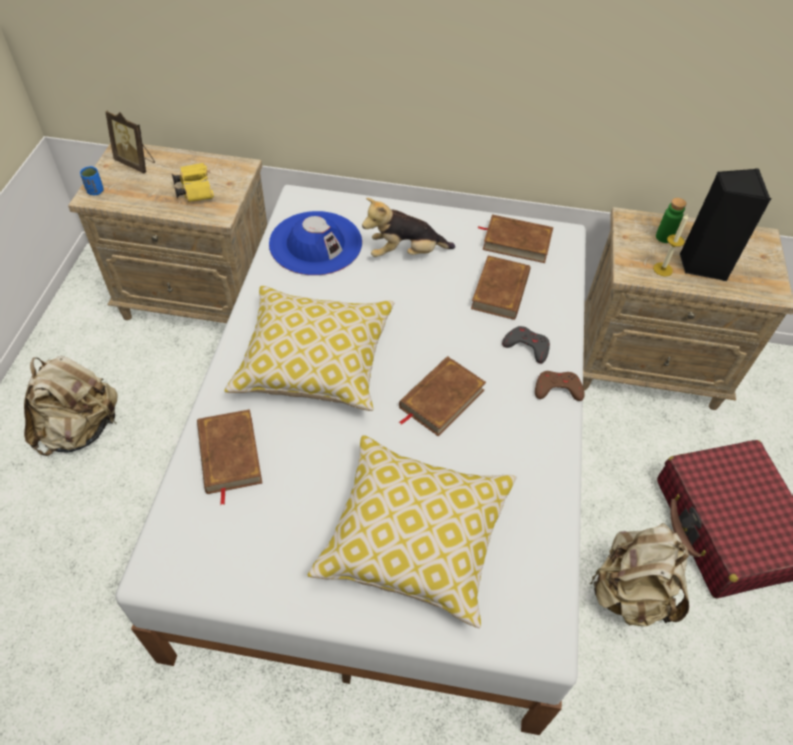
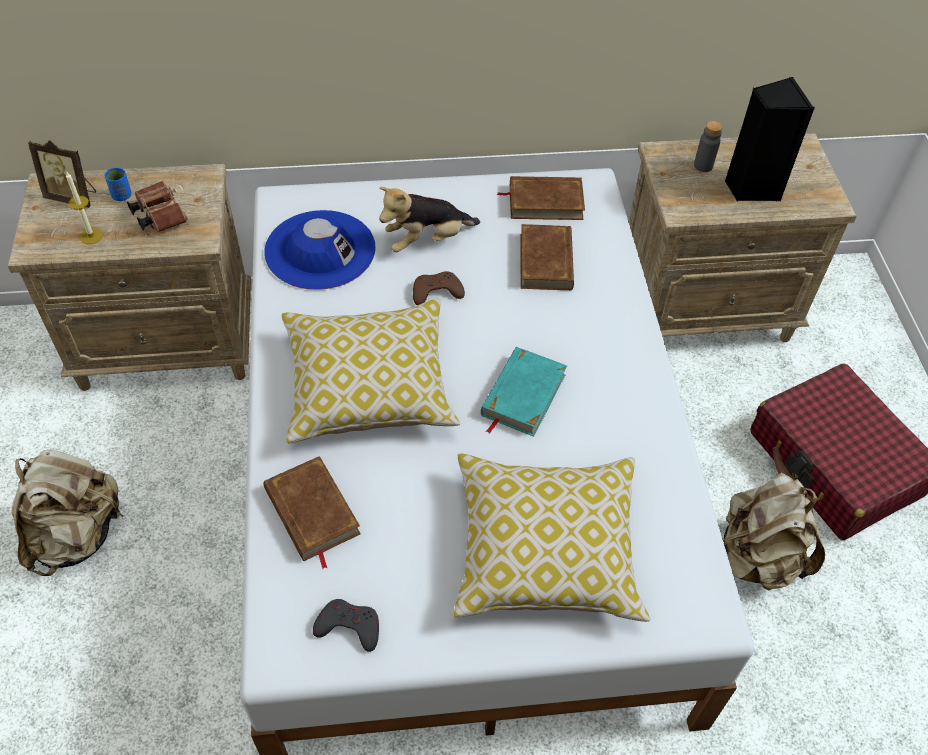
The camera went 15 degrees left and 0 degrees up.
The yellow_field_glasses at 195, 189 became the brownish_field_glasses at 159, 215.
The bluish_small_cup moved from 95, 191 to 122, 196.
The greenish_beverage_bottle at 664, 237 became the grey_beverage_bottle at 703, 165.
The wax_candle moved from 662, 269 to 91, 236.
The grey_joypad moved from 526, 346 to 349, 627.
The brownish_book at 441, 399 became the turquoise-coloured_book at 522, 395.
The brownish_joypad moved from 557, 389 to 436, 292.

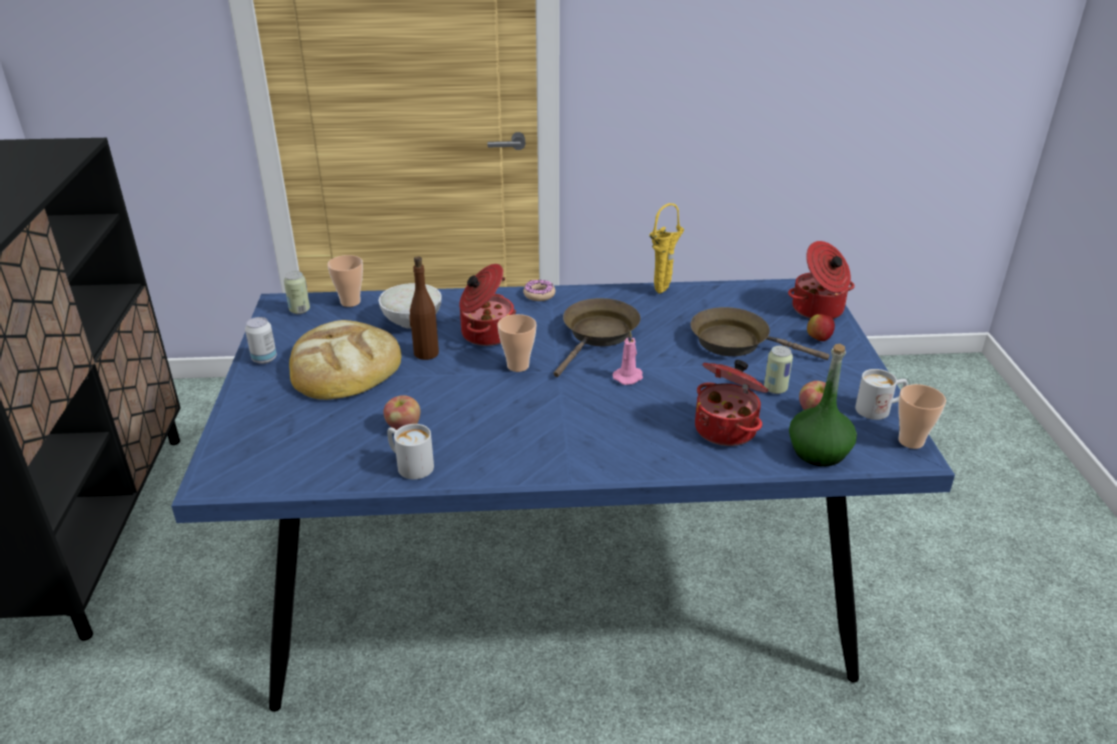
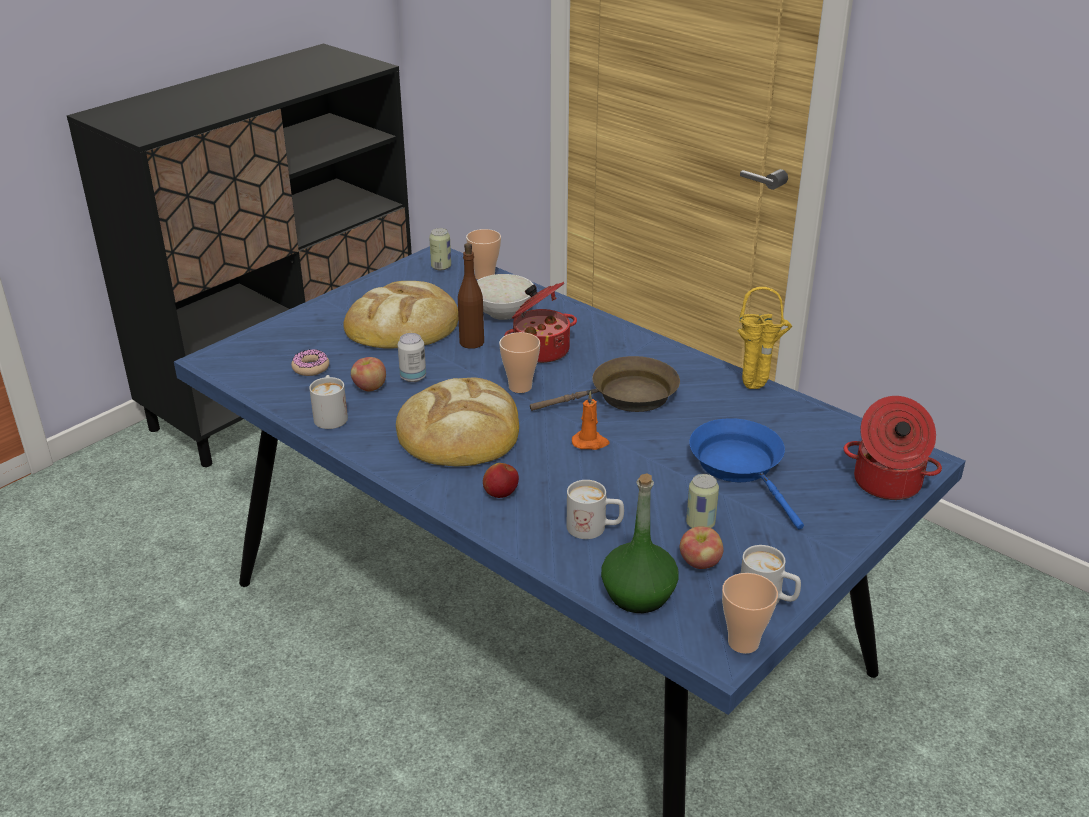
The camera went 45 degrees right and 0 degrees up.
The doughnut moved from 539, 295 to 311, 368.
The brownish_skillet at 736, 342 became the bluish_skillet at 740, 466.
The apple_fruit moved from 818, 339 to 501, 494.
The can moved from 264, 359 to 413, 377.
The pinkish_wax_candle at 629, 377 became the orangey_wax_candle at 590, 442.
The stockpot at 727, 429 was replaced by the whitish_coffee_mug at 594, 528.
The bread at 460, 430 appeared.

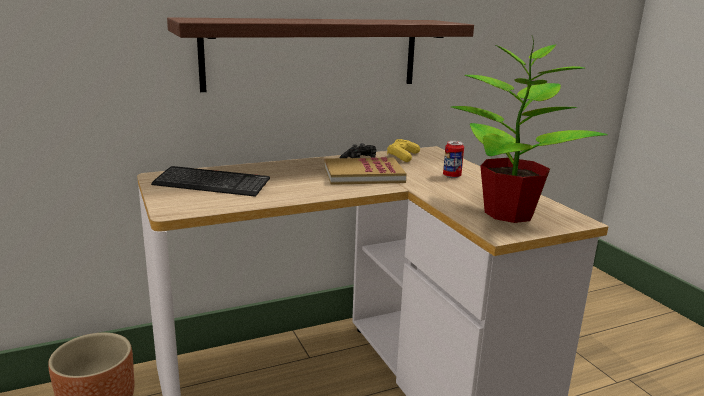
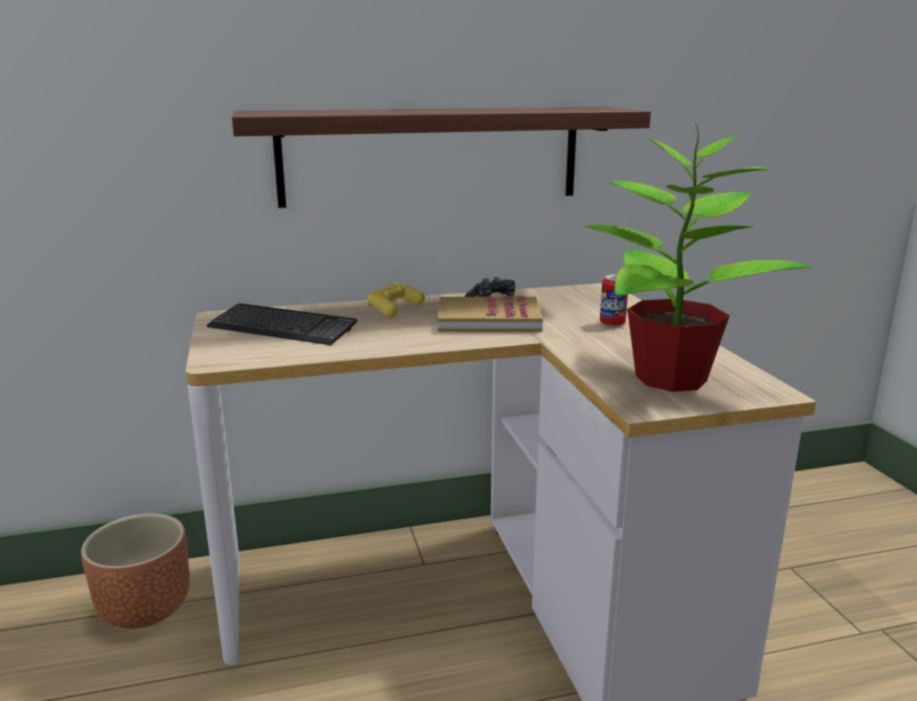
The camera went 10 degrees right and 0 degrees up.
The yellow_joypad moved from 402, 156 to 394, 309.

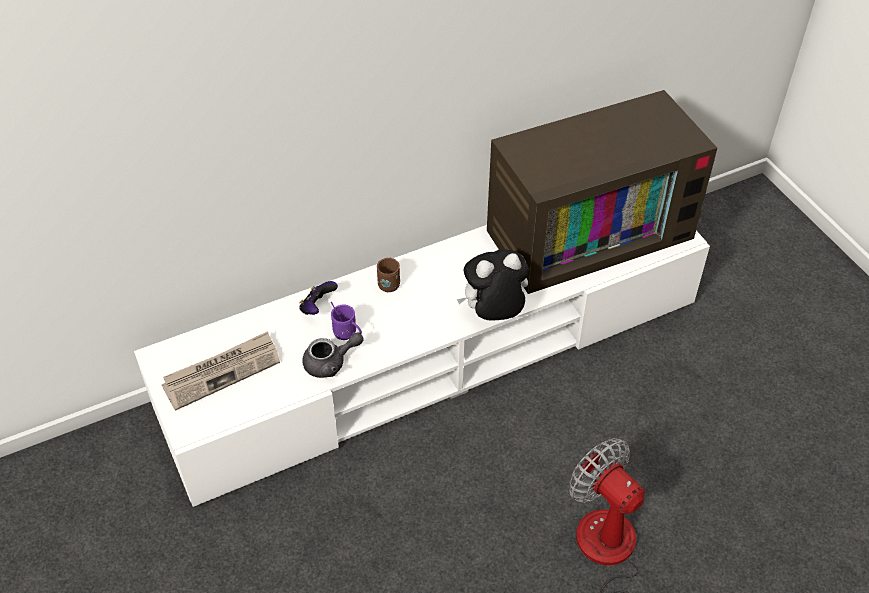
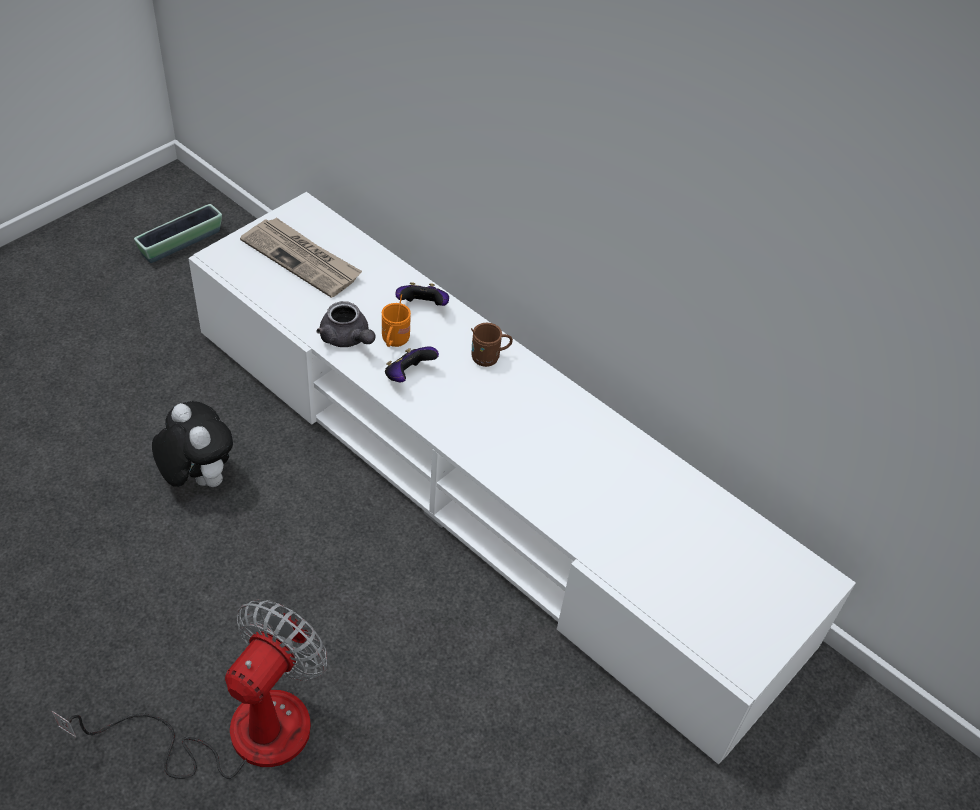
The camera went 65 degrees right and 0 degrees up.
The TV at 588, 229 disappeared.
The plush_toy moved from 493, 314 to 197, 478.
The purple-coloured_coffee_mug at 347, 335 became the orangey_coffee_mug at 394, 342.
The flower_pot at 181, 243 appeared.
The joypad at 408, 376 appeared.

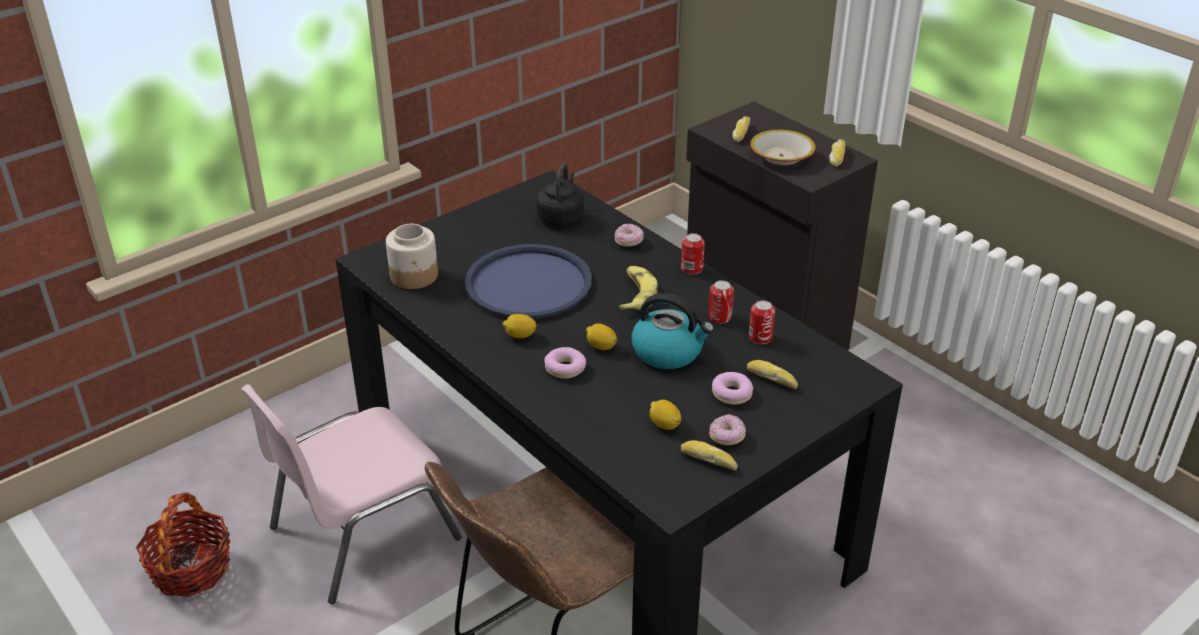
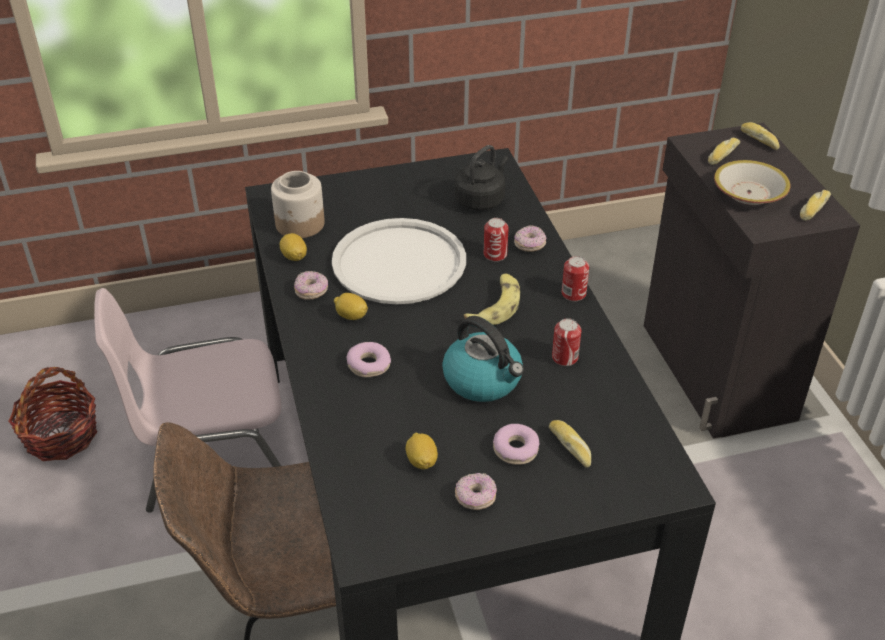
The camera went 25 degrees right and 5 degrees up.
The bluish_serving_tray at 528, 283 became the whitish_serving_tray at 399, 263.
The can moved from 760, 337 to 495, 254.
The citrus_fruit moved from 601, 346 to 294, 257.
The bread moved from 709, 460 to 760, 140.
The doughnut at 311, 291 appeared.

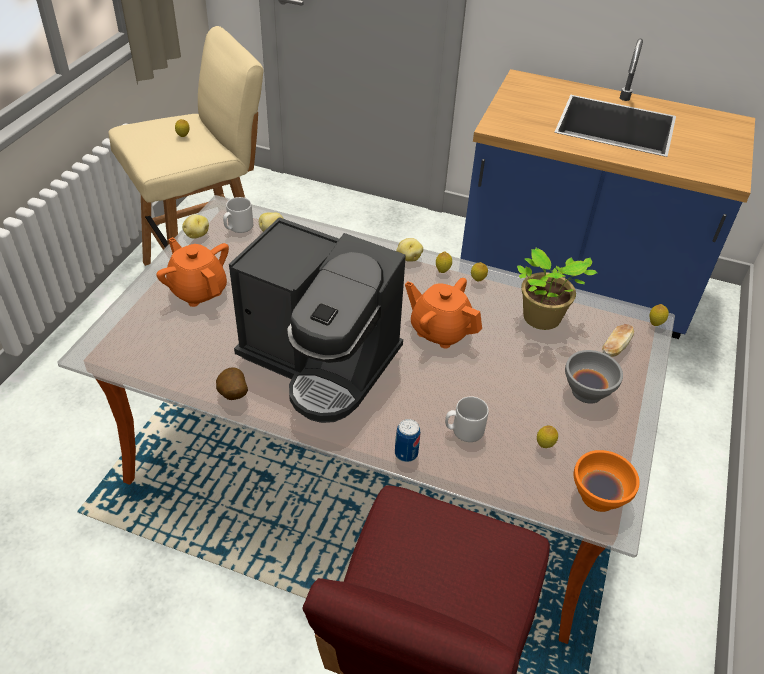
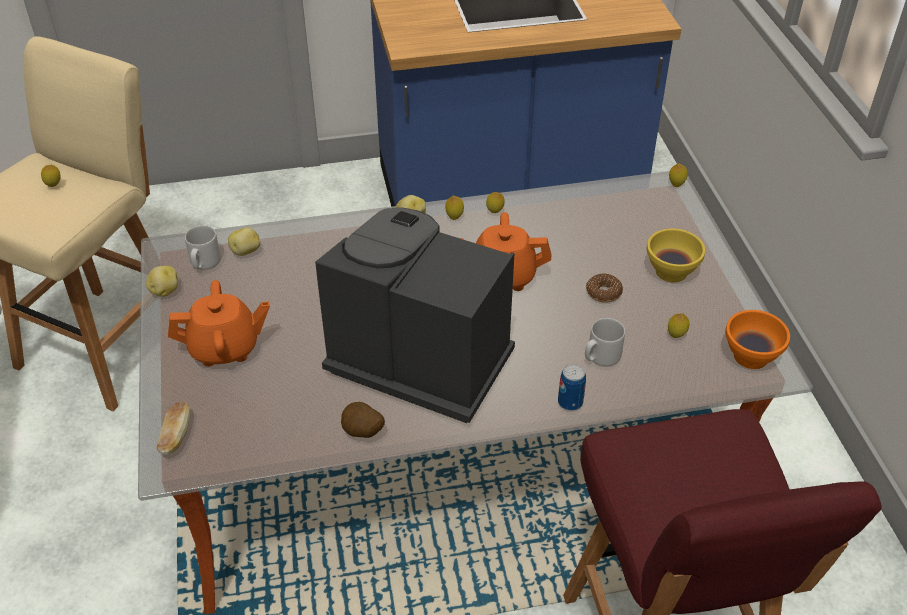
The camera went 30 degrees left and 0 degrees up.
The coffee_brewer at 320, 361 turned 150 degrees counterclockwise.
The orangey_pot_for_tea at 198, 290 turned 150 degrees clockwise.
The potted_plant at 541, 320 disappeared.
The bread moved from 615, 347 to 175, 436.
The grey_deep_dish at 587, 391 became the yellow_deep_dish at 671, 271.
The doughnut at 603, 292 appeared.

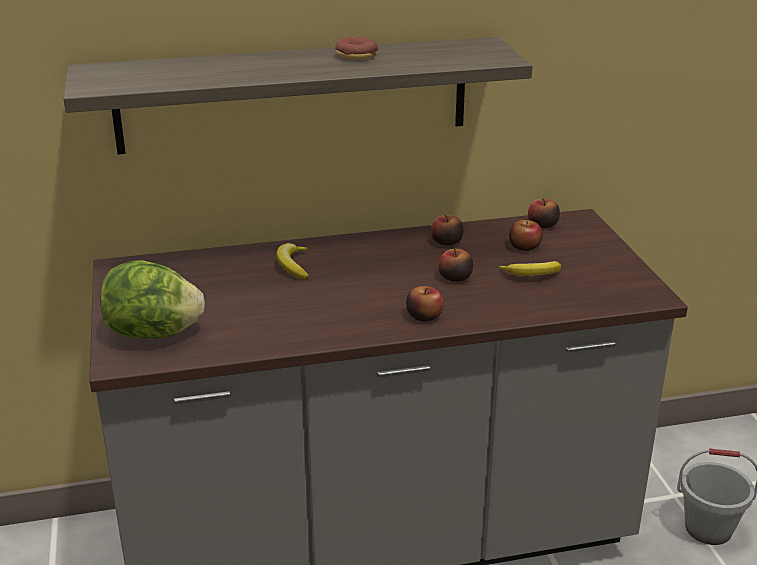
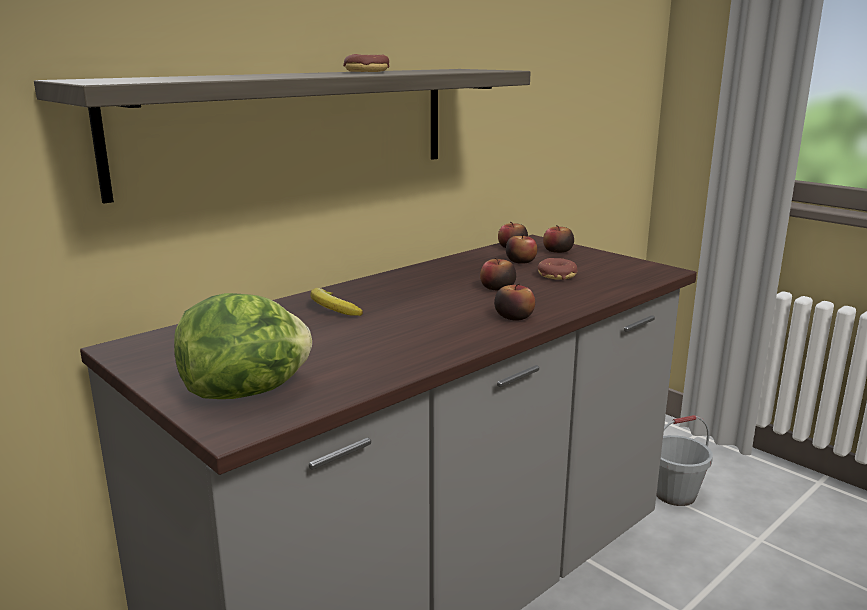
The camera went 30 degrees left and 10 degrees down.
The apple_fruit moved from 446, 242 to 557, 251.
The whole_banana at 532, 275 was replaced by the doughnut at 556, 275.

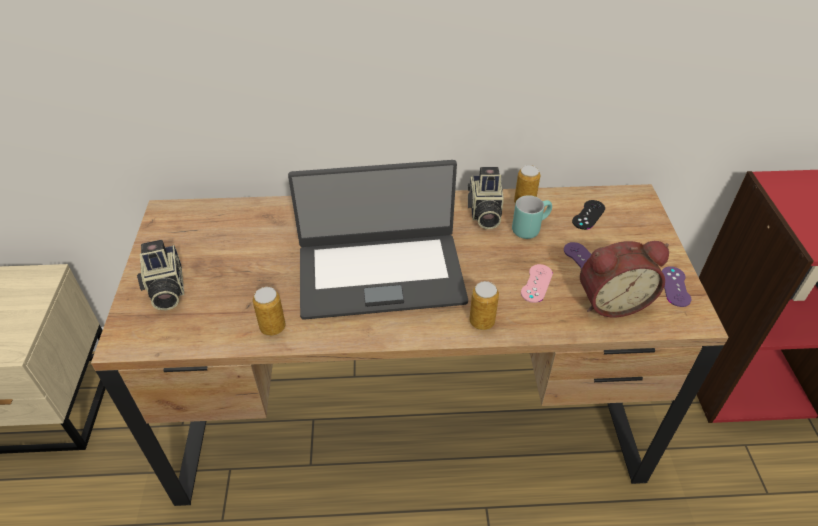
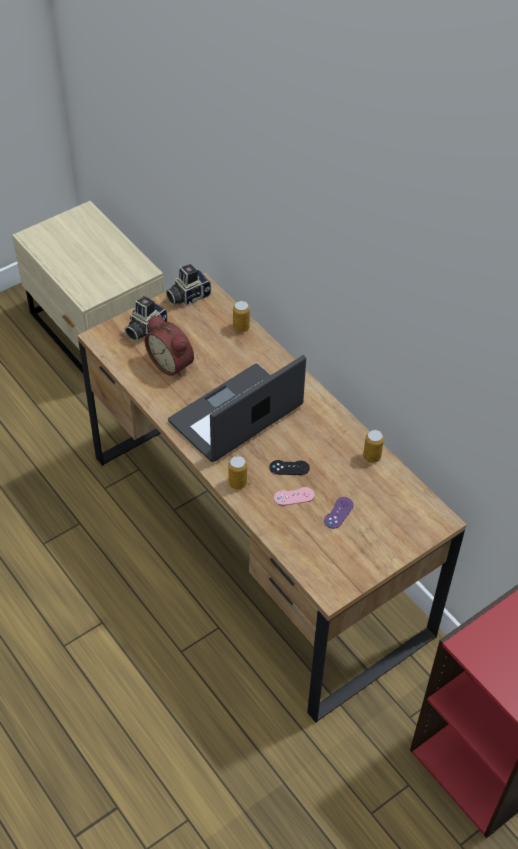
The camera went 55 degrees right and 5 degrees up.
The notebook_computer at 380, 273 turned 90 degrees clockwise.
The photo_camera moved from 484, 212 to 187, 296.
The turquoise-coloured_coffee_mug at 529, 227 disappeared.
The black_joypad moved from 588, 215 to 289, 468.
The alarm_clock moved from 611, 301 to 172, 363.
The purple-coloured_joypad at 675, 286 disappeared.
The can moved from 272, 327 to 241, 327.

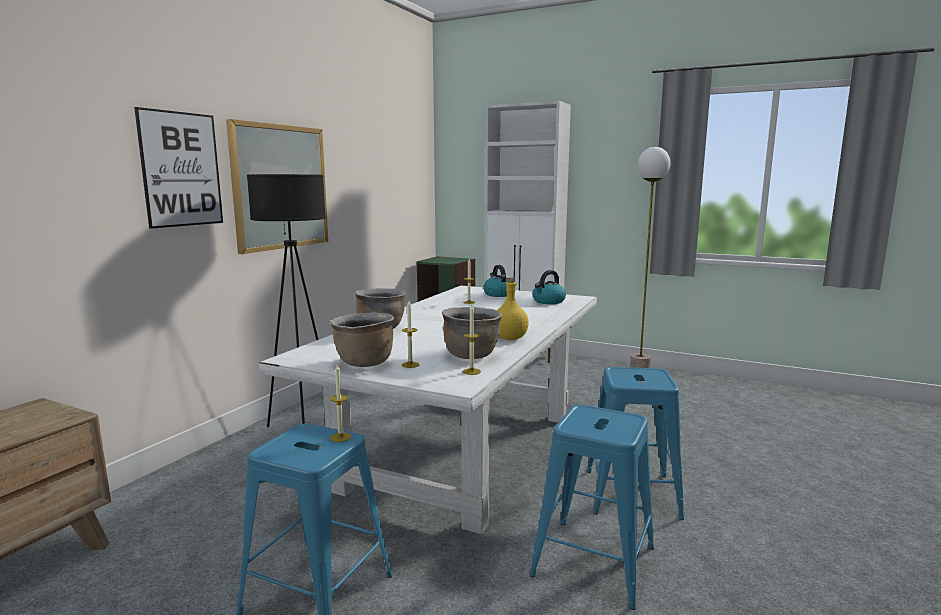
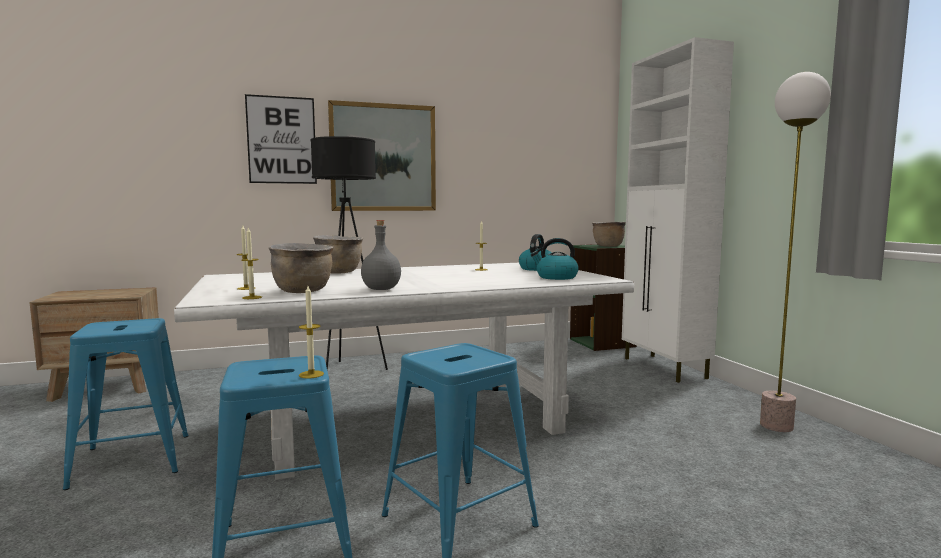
The camera went 45 degrees right and 5 degrees down.
The yellow_beverage_bottle at 510, 338 became the grey_beverage_bottle at 382, 289.
The brownish_stockpot moved from 364, 363 to 608, 246.
The wax_candle moved from 341, 437 to 311, 374.

